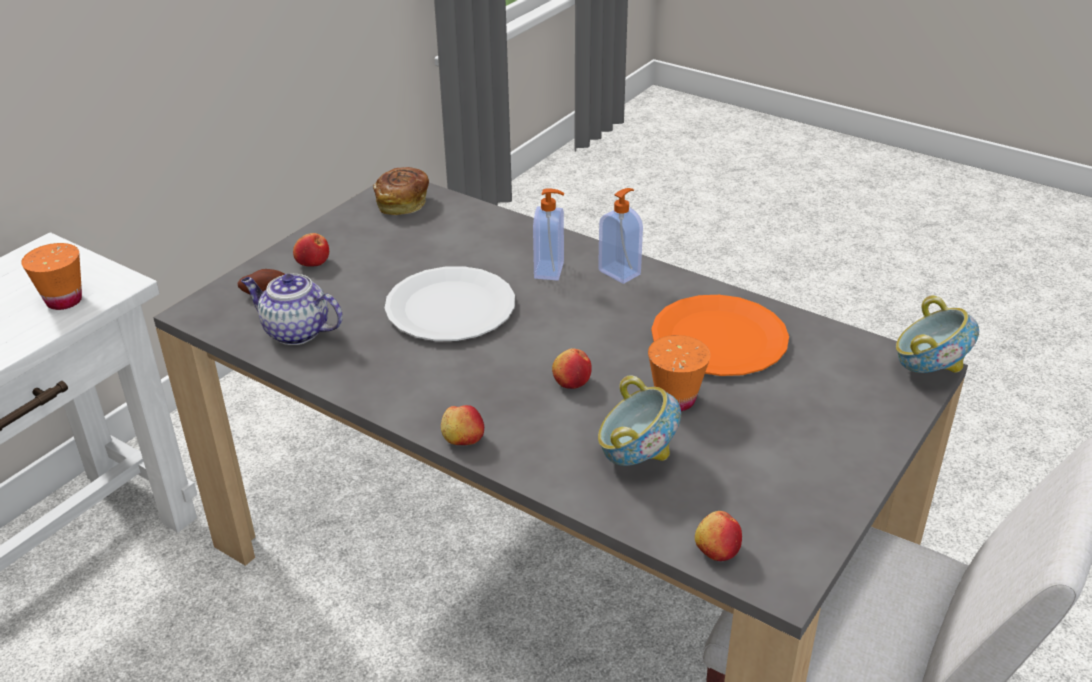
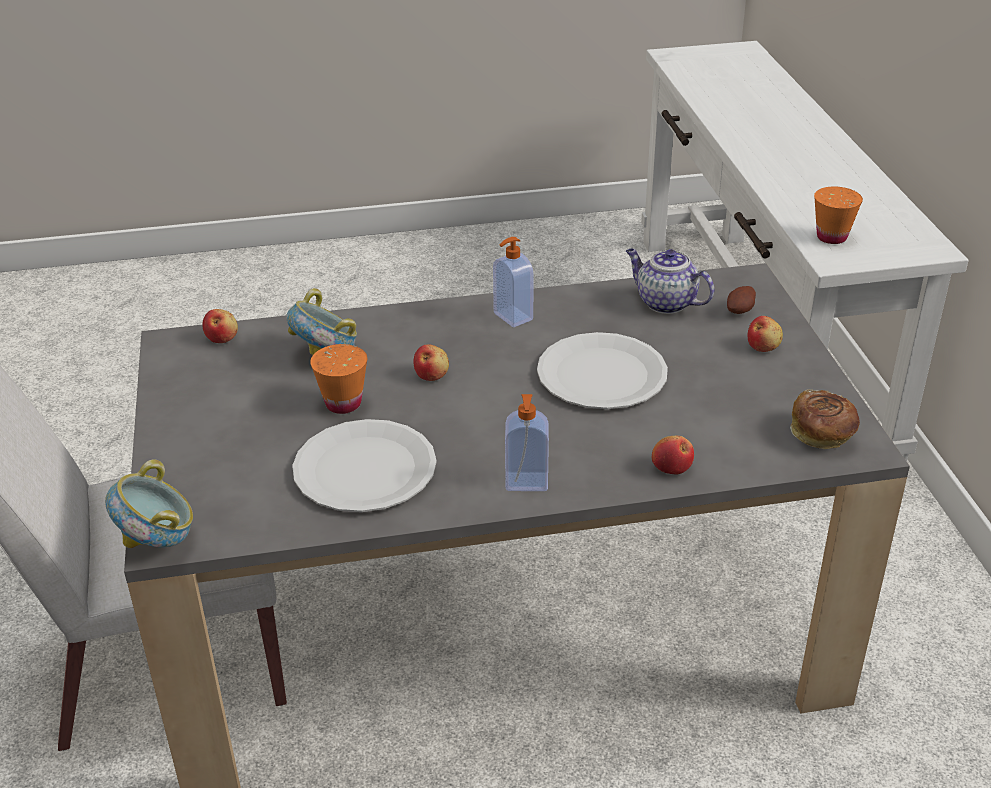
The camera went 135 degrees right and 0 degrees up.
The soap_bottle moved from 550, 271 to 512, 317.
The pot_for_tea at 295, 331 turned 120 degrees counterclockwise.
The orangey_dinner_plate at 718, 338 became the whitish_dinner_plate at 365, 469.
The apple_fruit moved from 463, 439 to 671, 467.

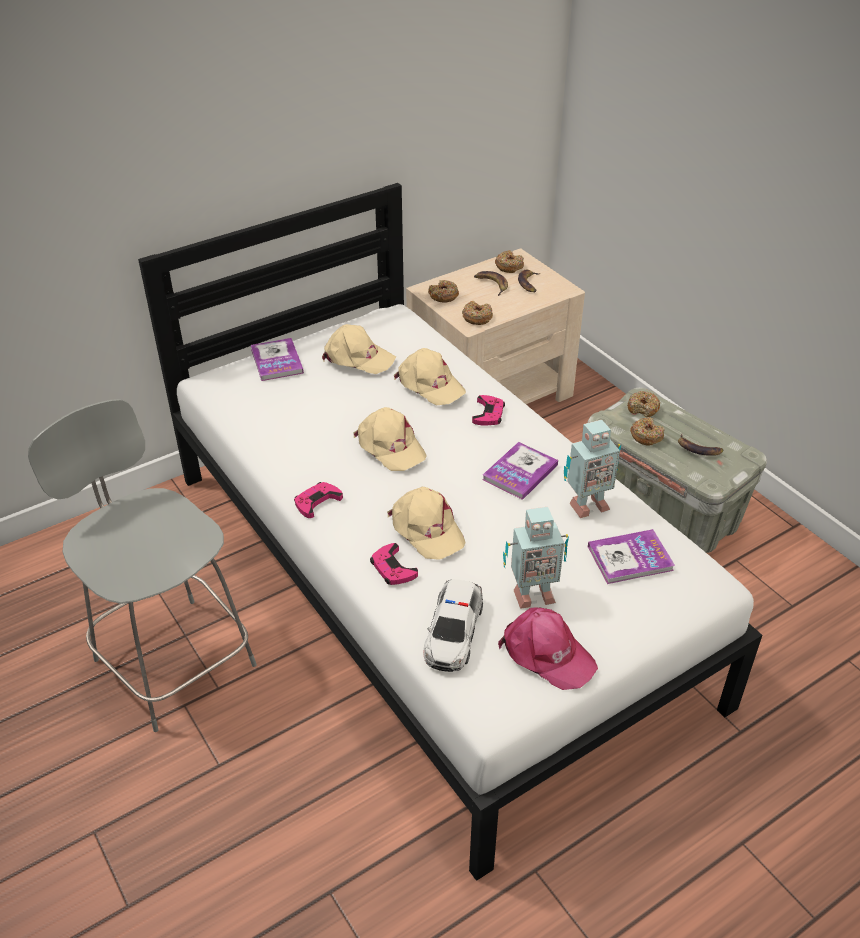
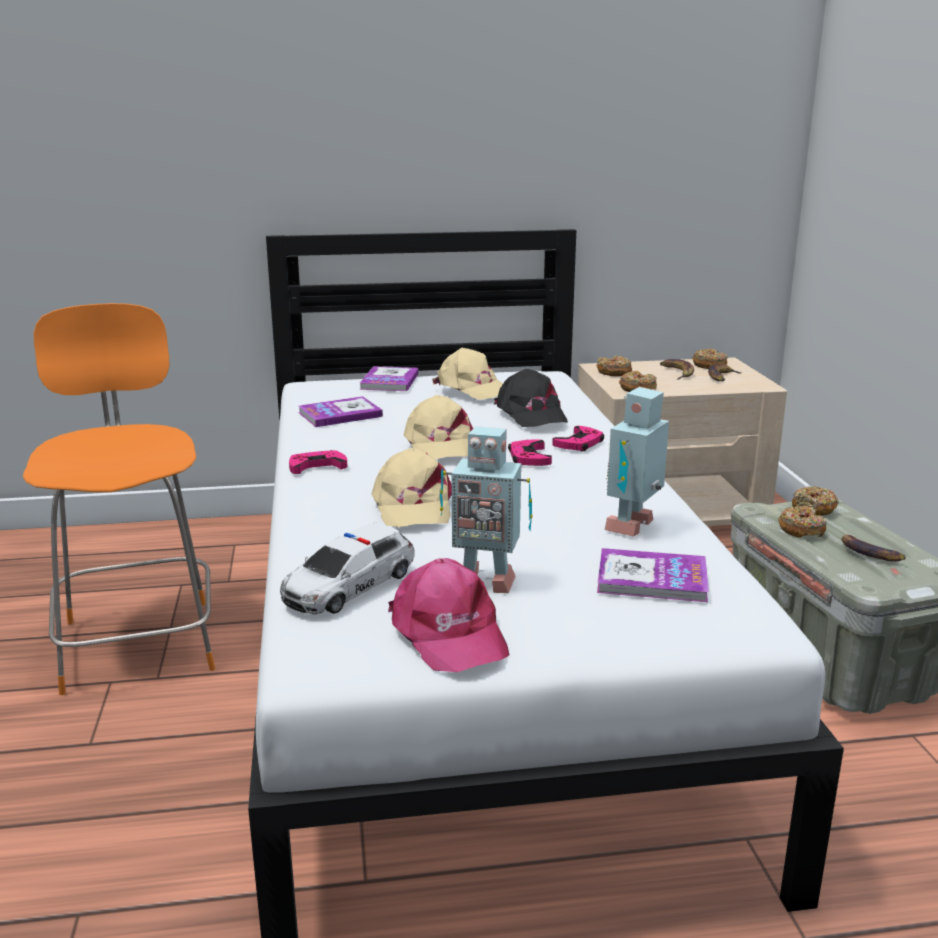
The camera went 25 degrees right and 20 degrees down.
The sand-coloured_cap at 429, 384 became the black_cap at 530, 414.
The grey_upright_chair at 172, 658 became the orangey_upright_chair at 138, 641.
The toy_robot at 586, 505 turned 120 degrees clockwise.
The book moved from 520, 472 to 340, 414.
The pinkish_joypad moved from 393, 568 to 529, 458.

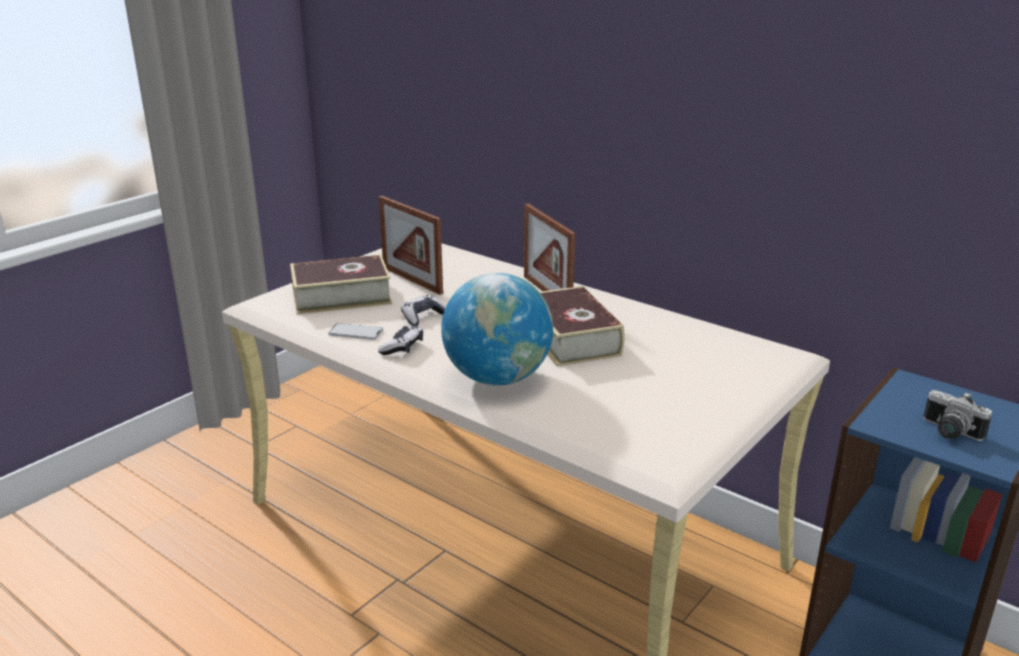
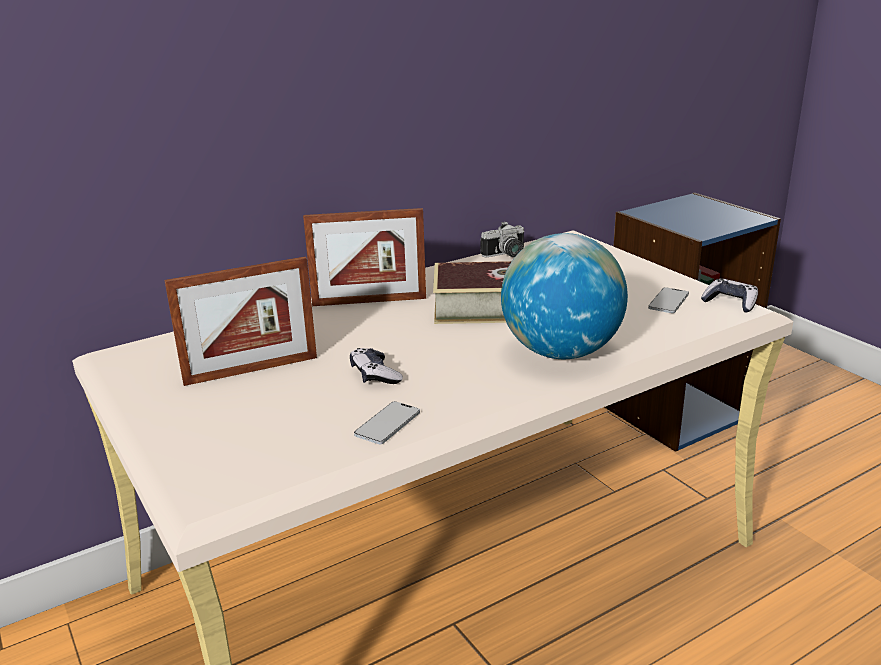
The camera went 70 degrees left and 0 degrees up.
The book at 341, 296 disappeared.
The joypad moved from 402, 347 to 730, 303.
The photo_camera moved from 948, 432 to 506, 255.
The handset at 668, 301 appeared.

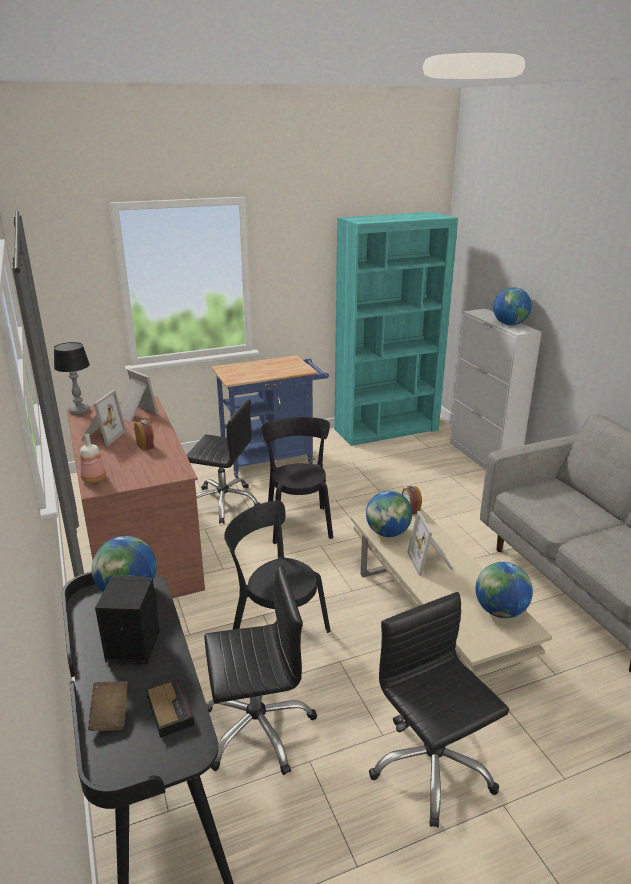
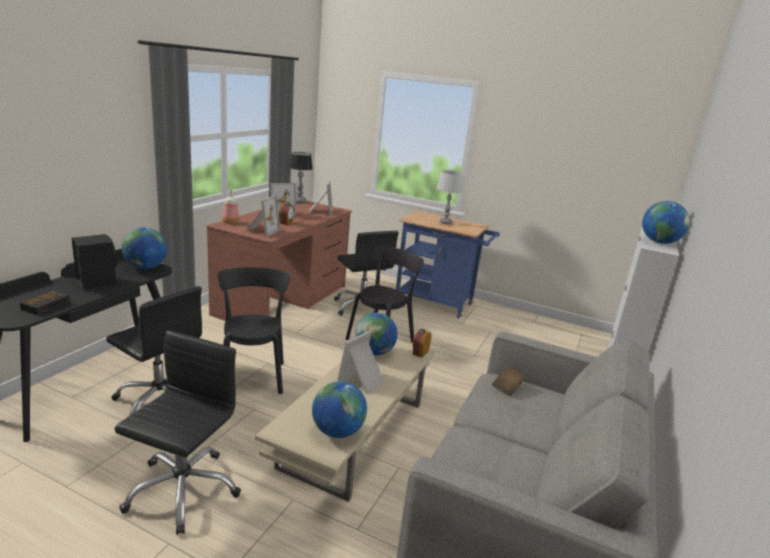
The camera went 45 degrees right and 5 degrees down.
The turquoise-coloured_bookshelf at 386, 429 disappeared.
The brownish_book moved from 110, 715 to 507, 387.
The grey_table_lamp at 445, 222 appeared.
The standing_frame at 261, 231 appeared.

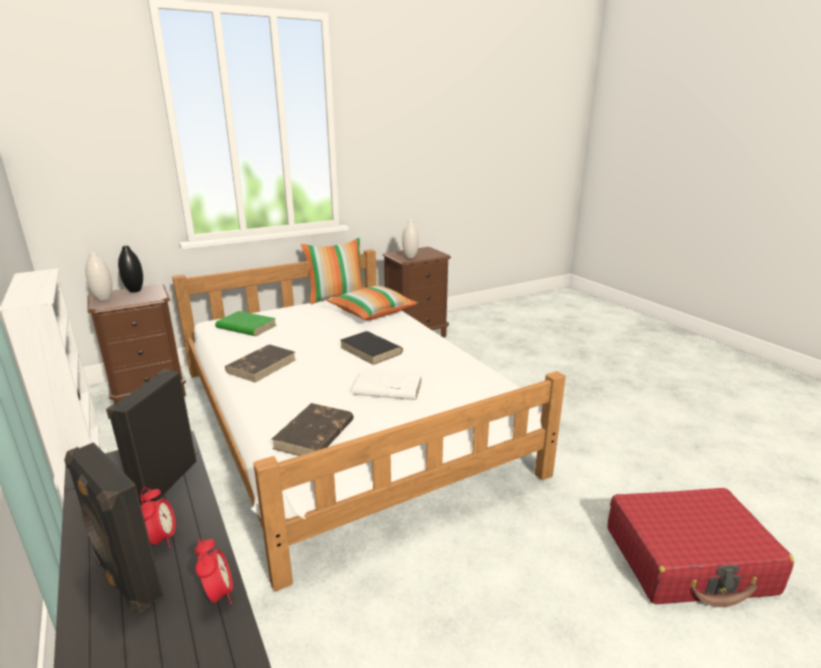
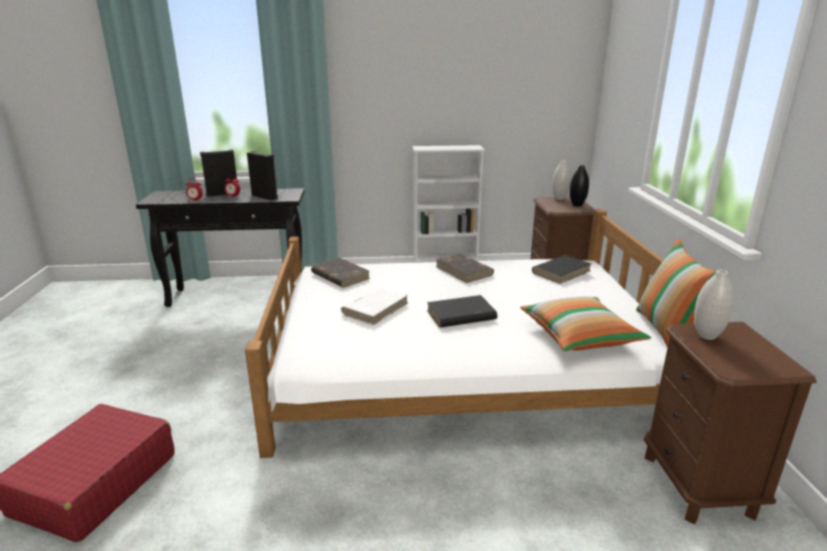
The camera went 115 degrees right and 0 degrees up.
The greenish_book at 246, 327 became the black_book at 561, 271.

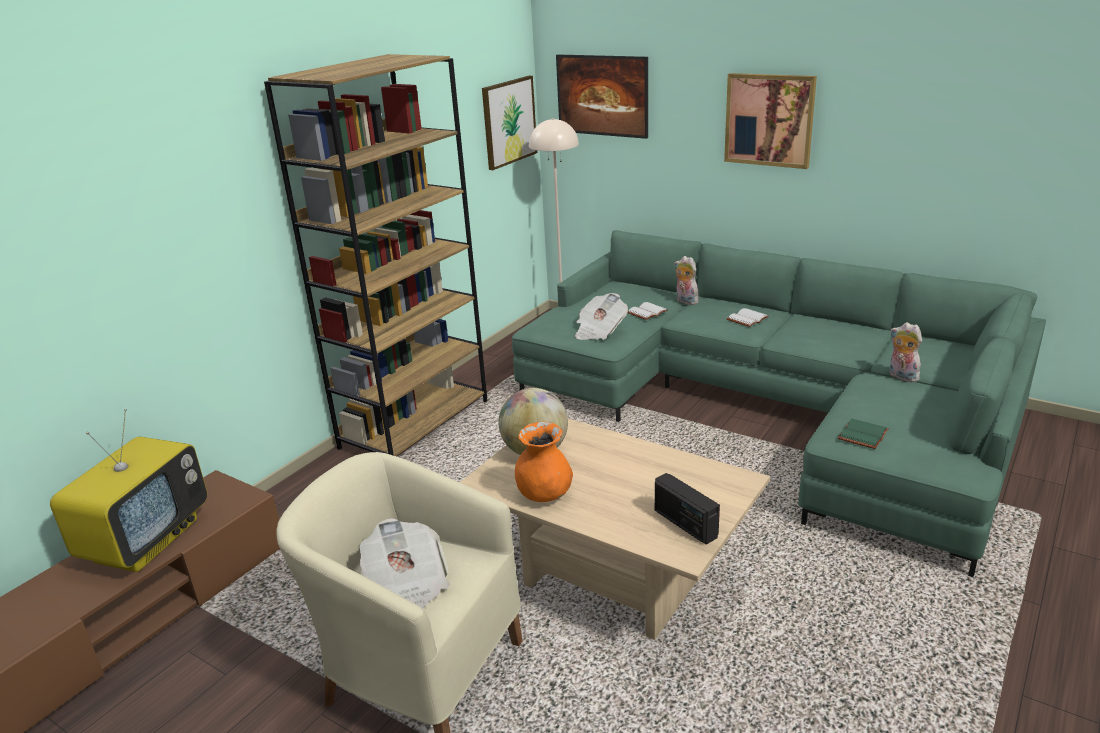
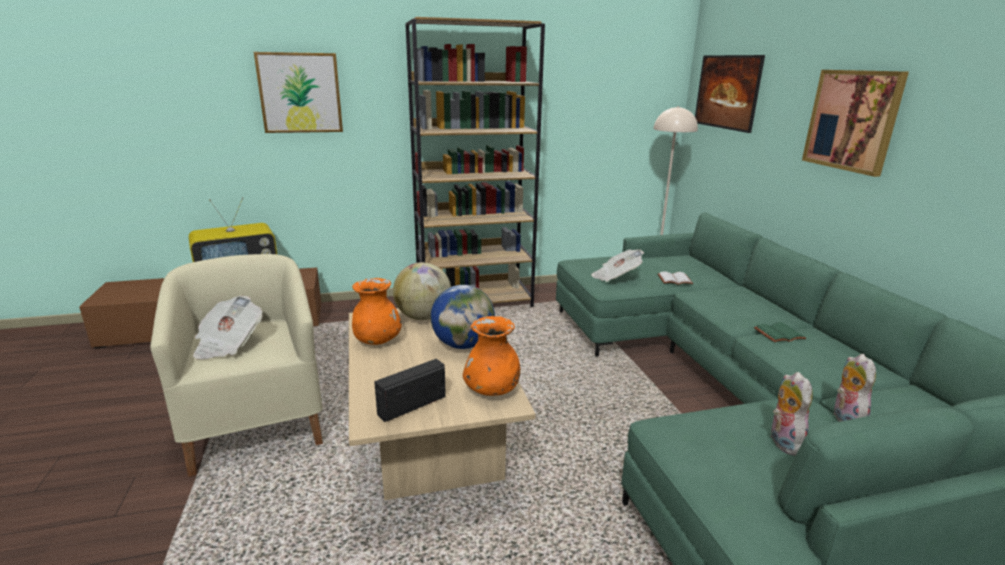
The camera went 40 degrees right and 5 degrees down.
The wall_art moved from 509, 122 to 300, 93.
The plush_toy moved from 685, 301 to 782, 442.
The whitish_book at 747, 318 disappeared.
The greenish_book moved from 864, 436 to 779, 335.
The radio_receiver at 685, 524 turned 45 degrees clockwise.
The desk_globe at 463, 344 appeared.
The orangey_flower_vase at 492, 390 appeared.

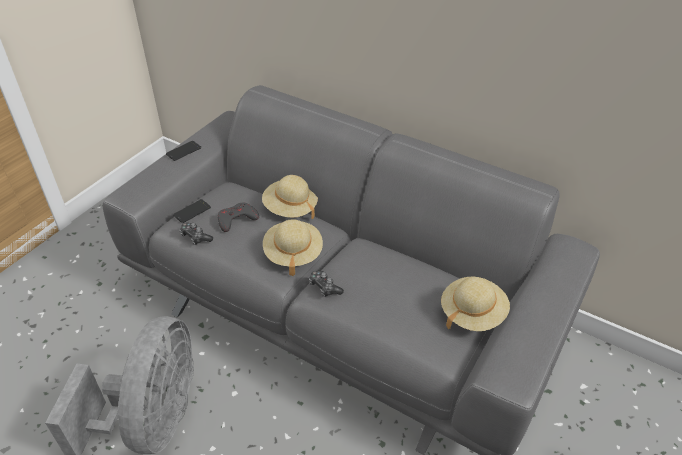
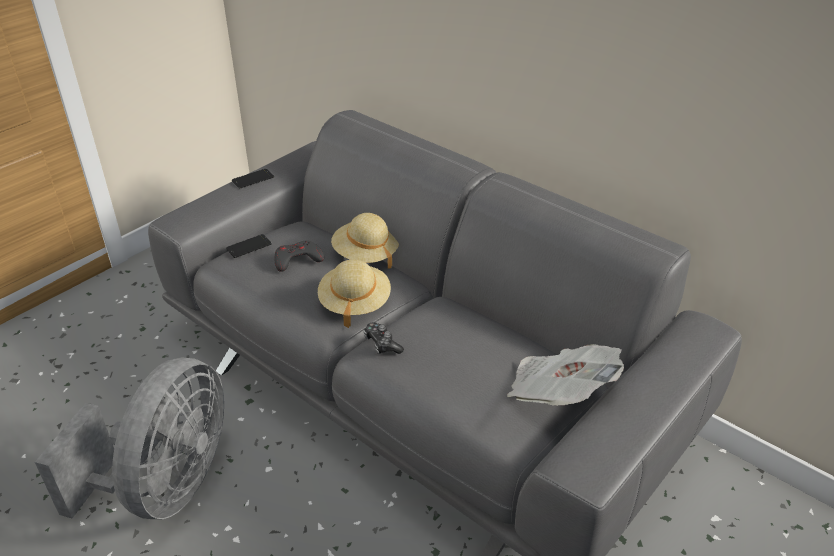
The camera went 10 degrees right and 5 degrees down.
The joypad at 195, 237 disappeared.
The sand-coloured_wearable_hat at 472, 313 was replaced by the printed_paper at 559, 393.

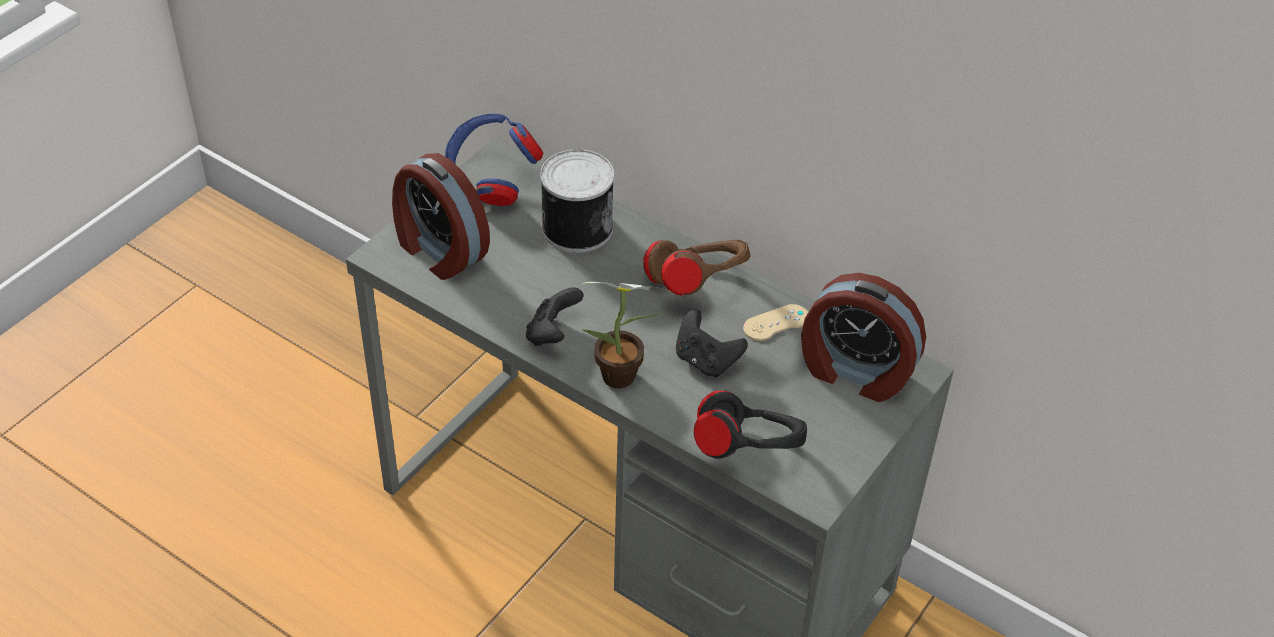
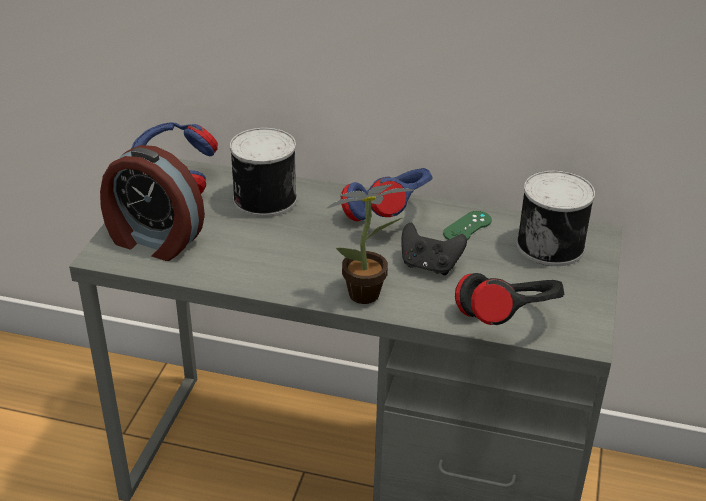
The camera went 20 degrees left and 10 degrees down.
The brownish_pair_of_headphones at 697, 286 became the bluish_pair_of_headphones at 389, 216.
The alarm_clock at 855, 372 was replaced by the can at 551, 245.
The black_joypad at 552, 334 disappeared.
The sand-coloured_joypad at 776, 323 became the greenish_joypad at 467, 227.

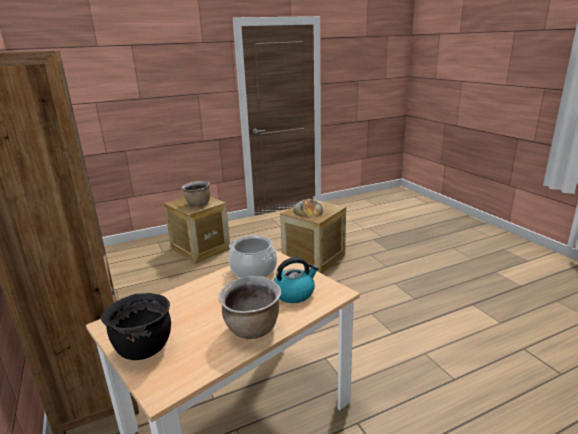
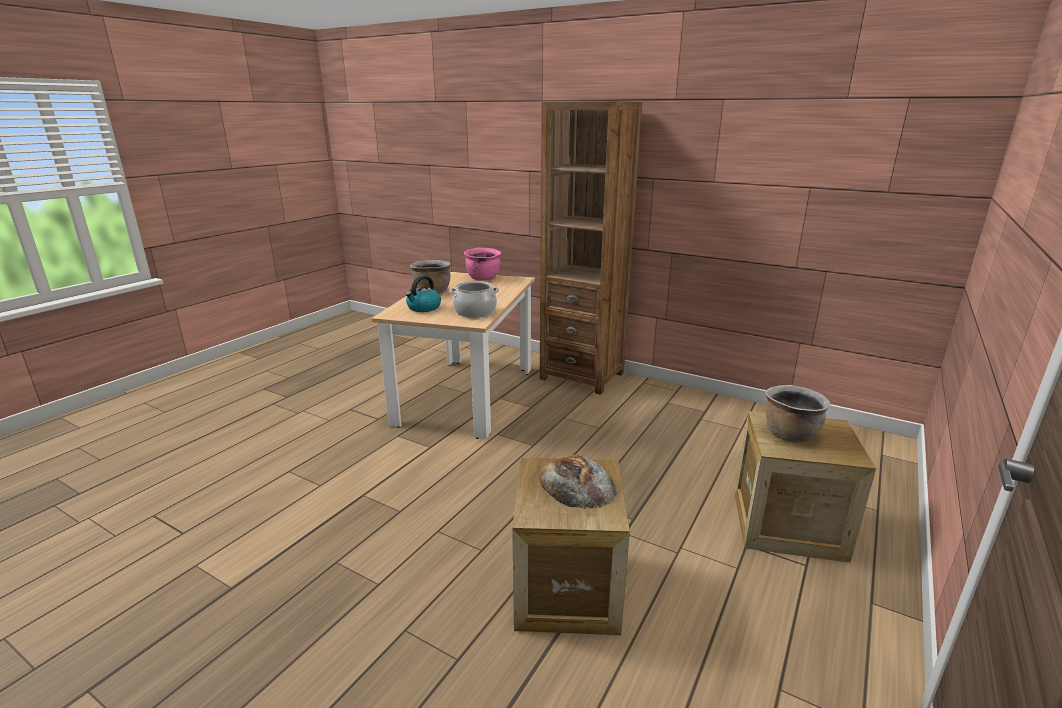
The camera went 145 degrees right and 0 degrees up.
The black_stockpot at 143, 347 became the pinkish_stockpot at 483, 278.

